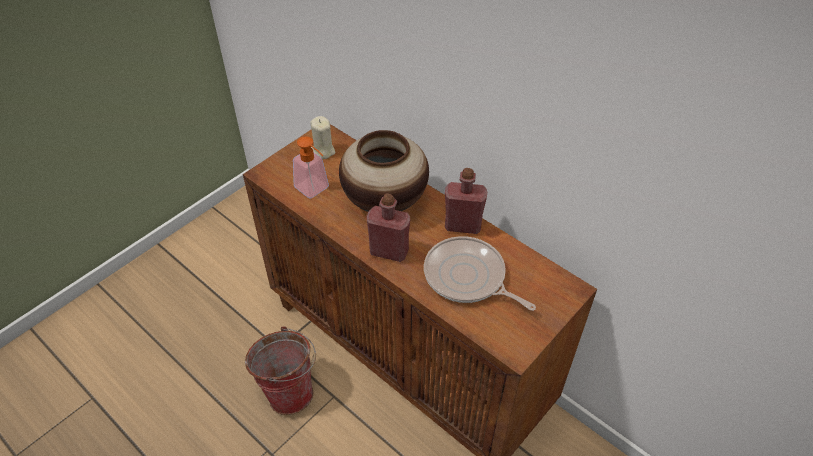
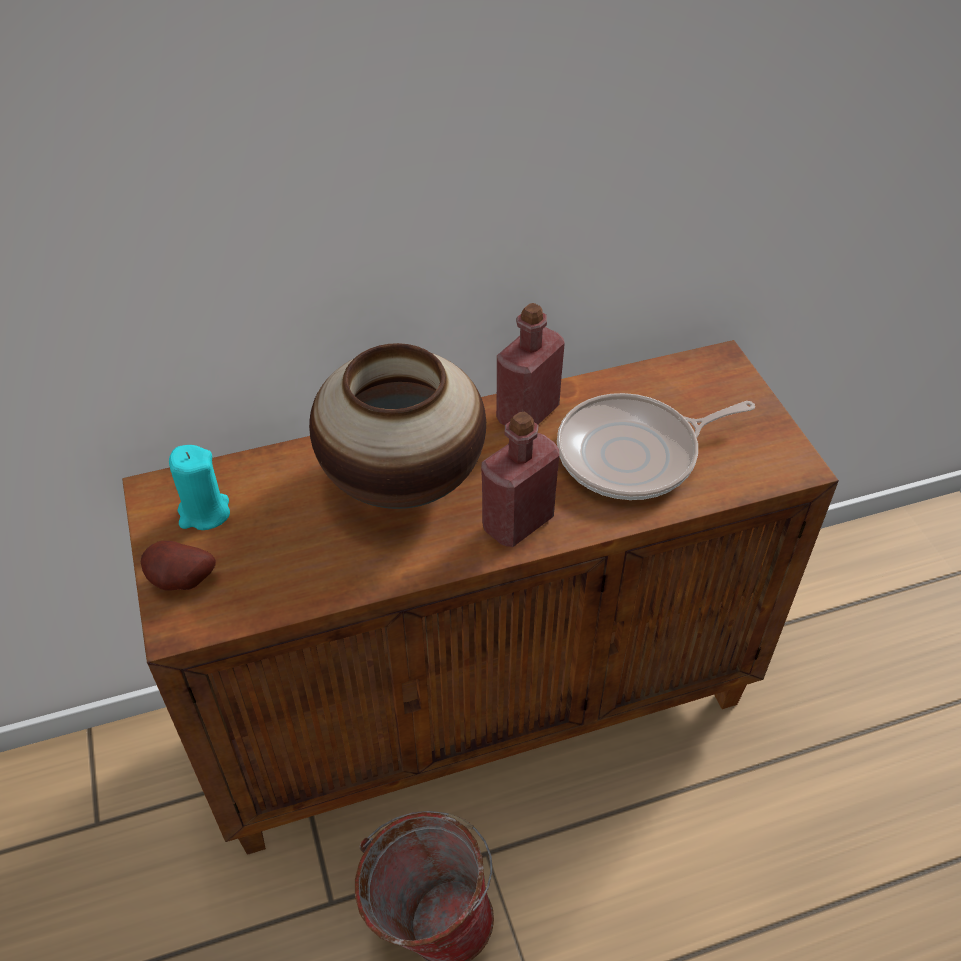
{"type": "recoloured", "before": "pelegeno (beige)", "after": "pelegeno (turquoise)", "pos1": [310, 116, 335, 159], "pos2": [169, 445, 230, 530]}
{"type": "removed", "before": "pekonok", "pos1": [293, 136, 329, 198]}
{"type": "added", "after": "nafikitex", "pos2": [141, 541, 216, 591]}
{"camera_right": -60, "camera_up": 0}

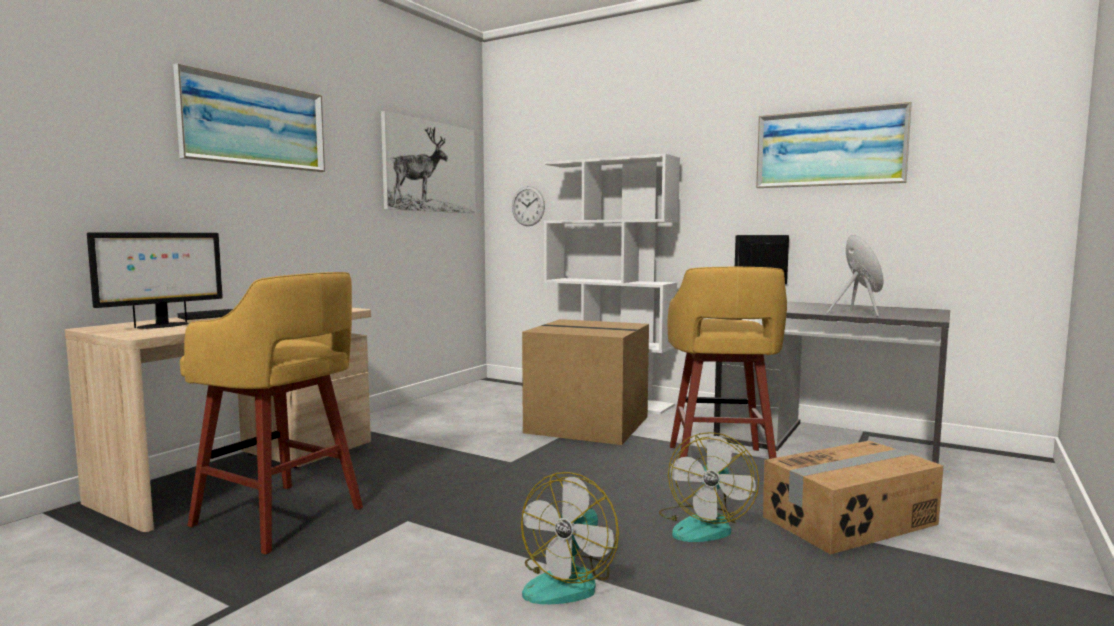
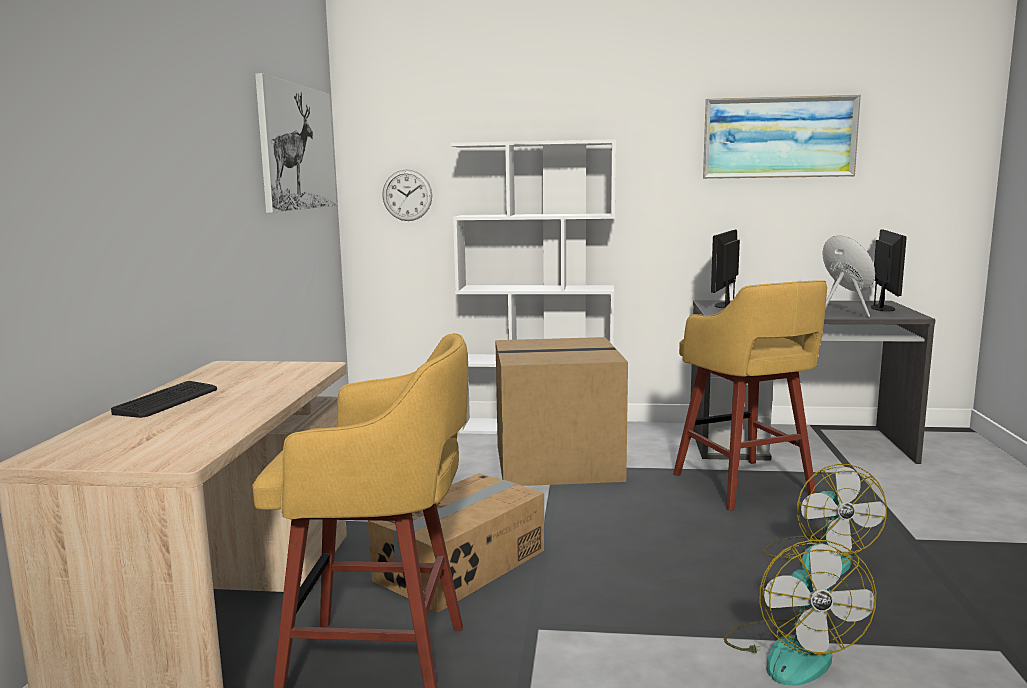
{"type": "removed", "before": "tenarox", "pos1": [173, 63, 325, 172]}
{"type": "moved", "before": "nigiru", "pos1": [87, 232, 223, 329], "pos2": [871, 229, 907, 311]}
{"type": "moved", "before": "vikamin", "pos1": [763, 441, 944, 555], "pos2": [368, 473, 544, 613]}
{"camera_right": -25, "camera_up": 5}

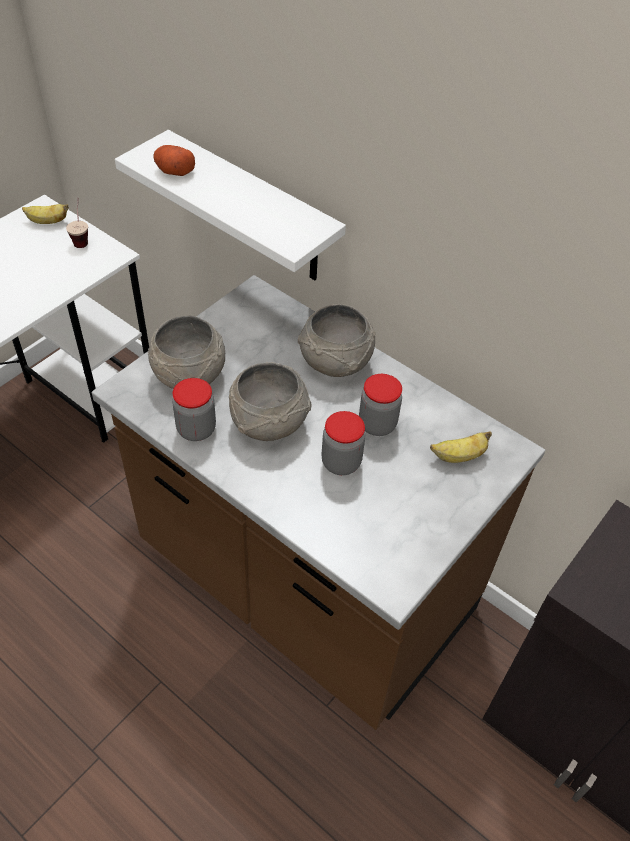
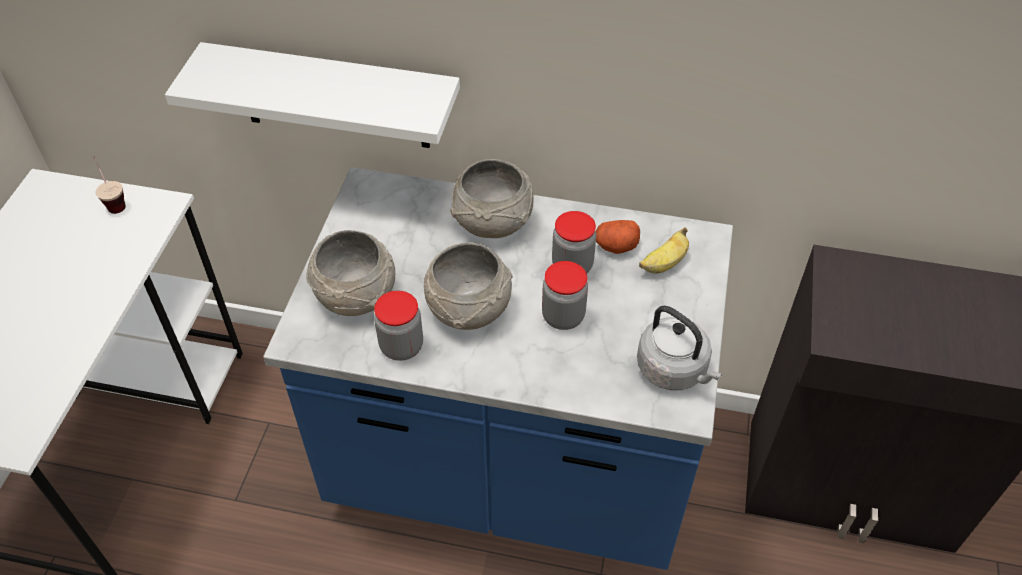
{"type": "moved", "before": "nafikitex", "pos1": [154, 145, 195, 176], "pos2": [596, 220, 640, 254]}
{"type": "removed", "before": "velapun", "pos1": [22, 204, 69, 224]}
{"type": "recoloured", "before": "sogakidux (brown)", "after": "sogakidux (blue)", "pos1": [92, 275, 545, 730], "pos2": [263, 167, 733, 570]}
{"type": "added", "after": "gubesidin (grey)", "pos2": [637, 306, 722, 390]}
{"camera_right": -25, "camera_up": 0}

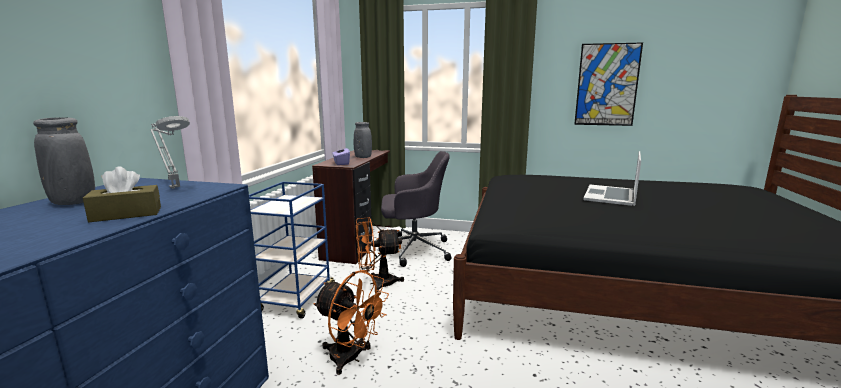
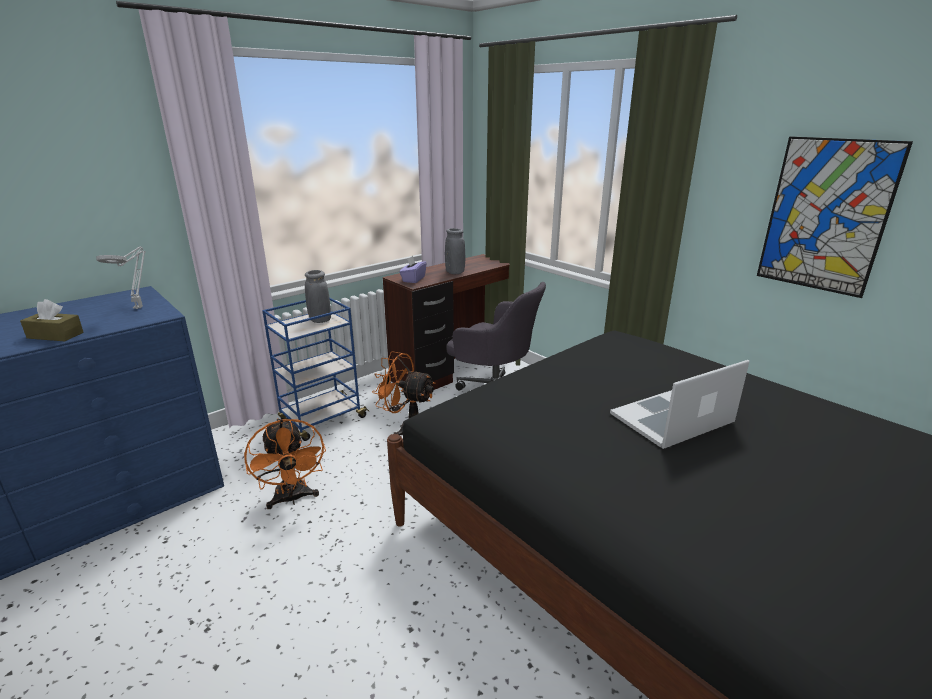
{"type": "moved", "before": "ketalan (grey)", "pos1": [33, 117, 95, 205], "pos2": [305, 270, 331, 323]}
{"camera_right": 35, "camera_up": 10}

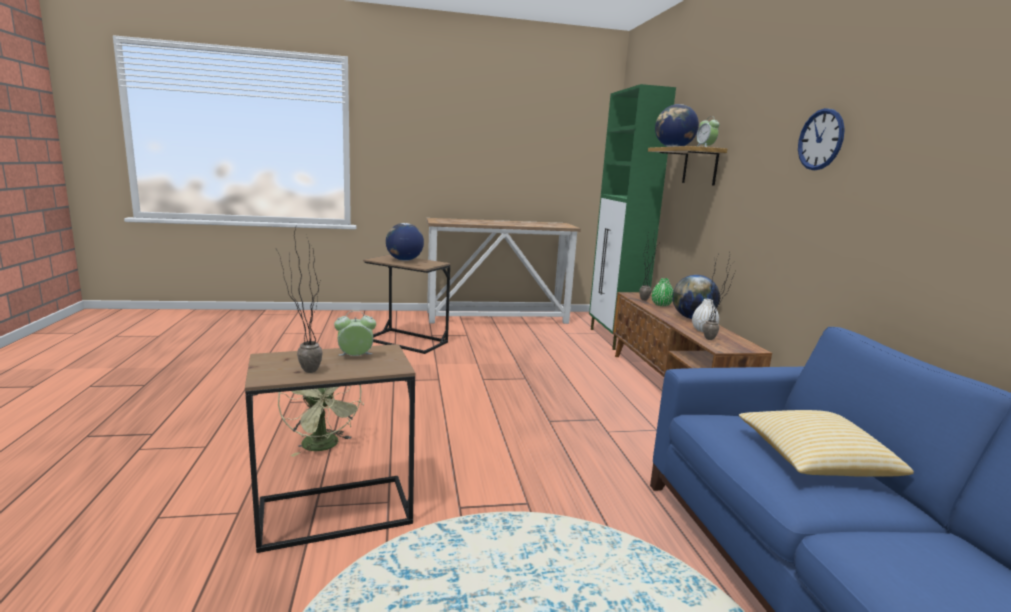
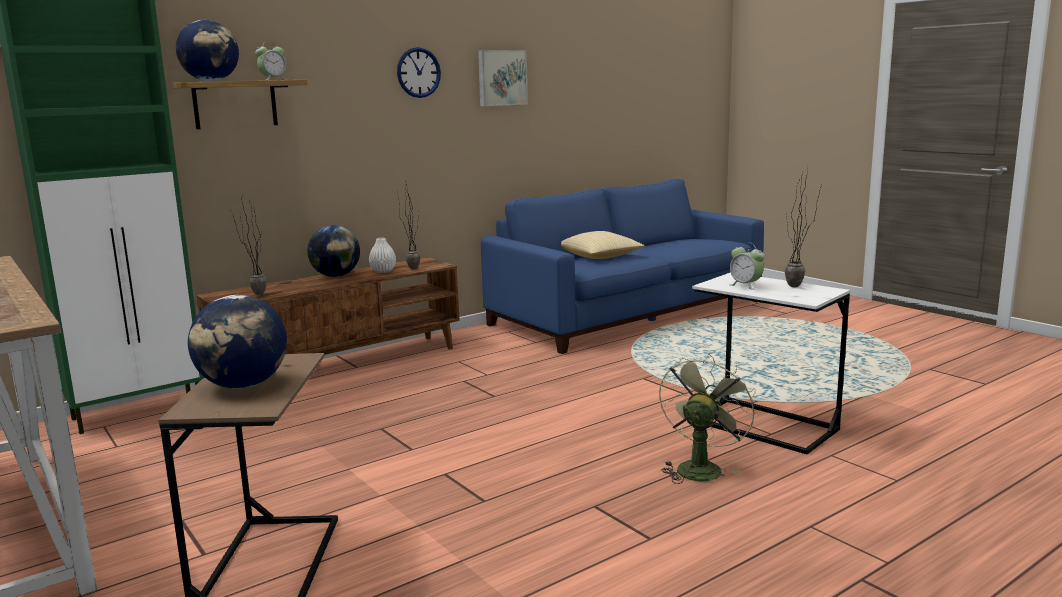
{"type": "removed", "before": "ketalan (green)", "pos1": [652, 278, 673, 307]}
{"type": "recoloured", "before": "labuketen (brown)", "after": "labuketen (white)", "pos1": [245, 344, 416, 553], "pos2": [692, 272, 850, 454]}
{"type": "added", "after": "tenarox", "pos2": [478, 50, 528, 106]}
{"camera_right": -115, "camera_up": 0}

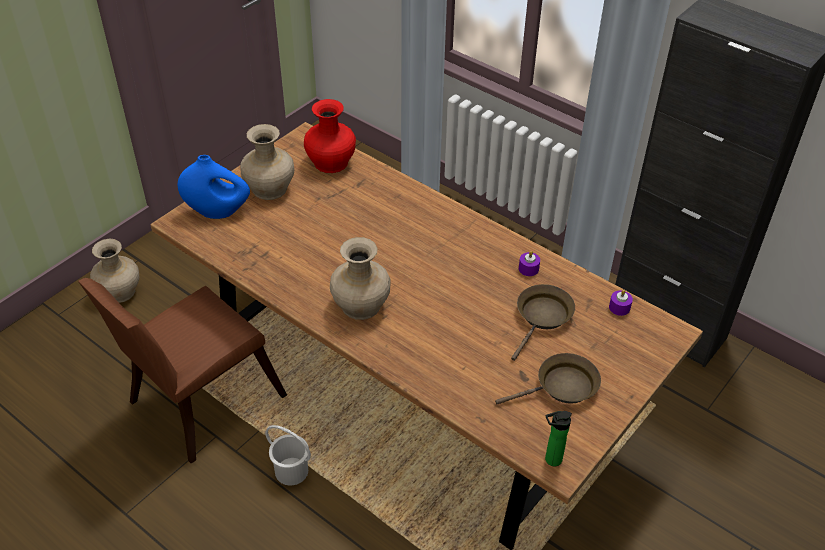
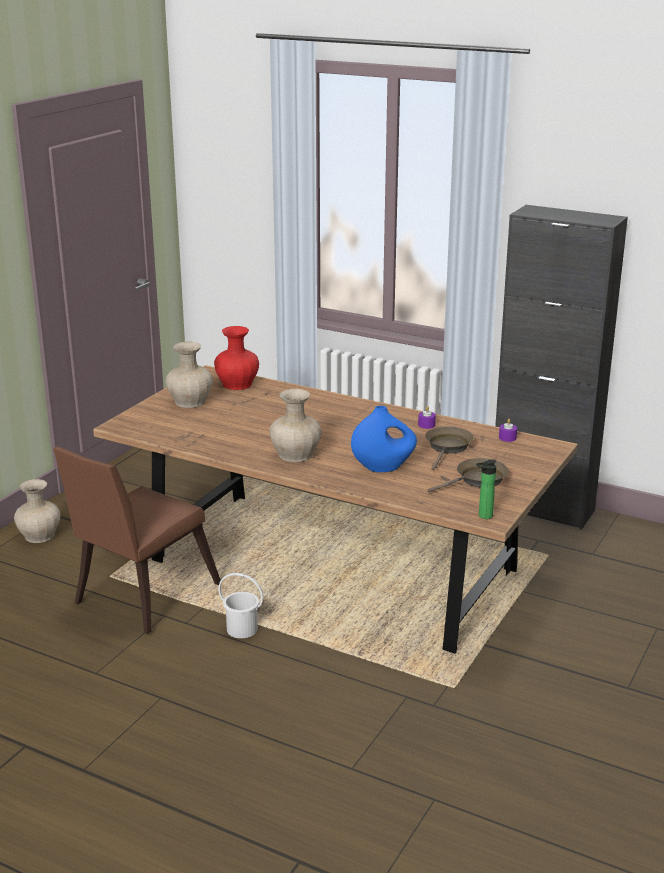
{"type": "moved", "before": "ketalan (blue)", "pos1": [178, 155, 250, 219], "pos2": [351, 406, 417, 472]}
{"camera_right": -10, "camera_up": -20}

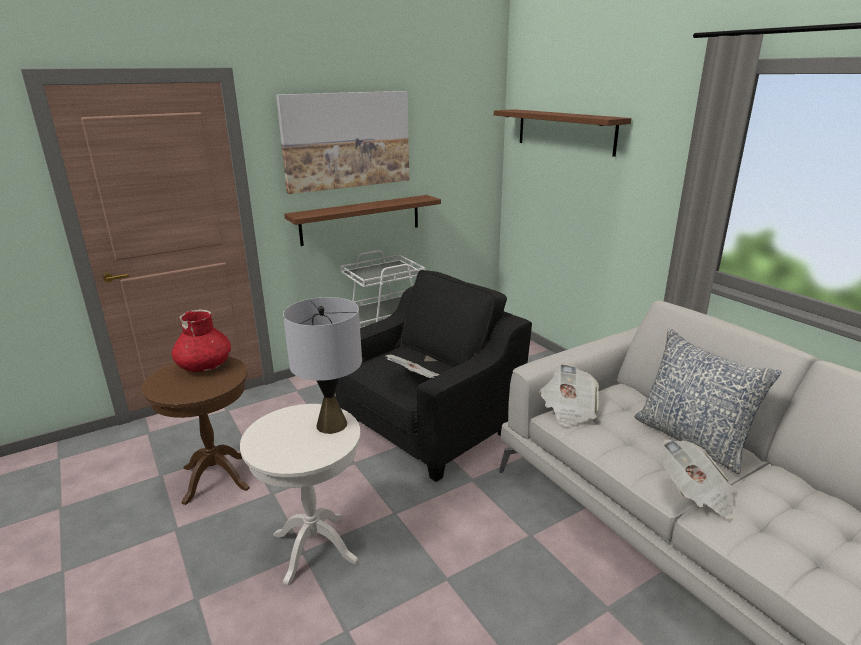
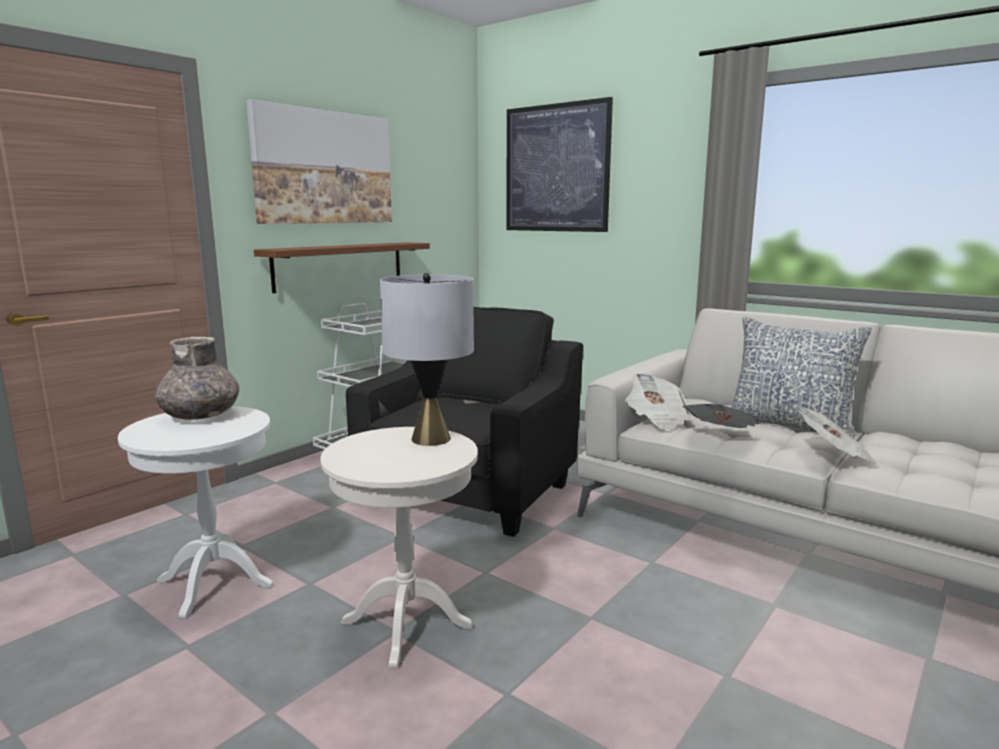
{"type": "replaced", "before": "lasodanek", "after": "tenarox", "pos1": [494, 109, 631, 157], "pos2": [506, 97, 613, 232]}
{"type": "recoloured", "before": "ketalan (red)", "after": "ketalan (grey)", "pos1": [172, 310, 231, 372], "pos2": [155, 337, 240, 420]}
{"type": "moved", "before": "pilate", "pos1": [386, 355, 440, 378], "pos2": [682, 404, 759, 428]}
{"type": "recoloured", "before": "labuketen (brown)", "after": "labuketen (white)", "pos1": [142, 356, 250, 505], "pos2": [118, 406, 273, 618]}
{"camera_right": -20, "camera_up": -10}

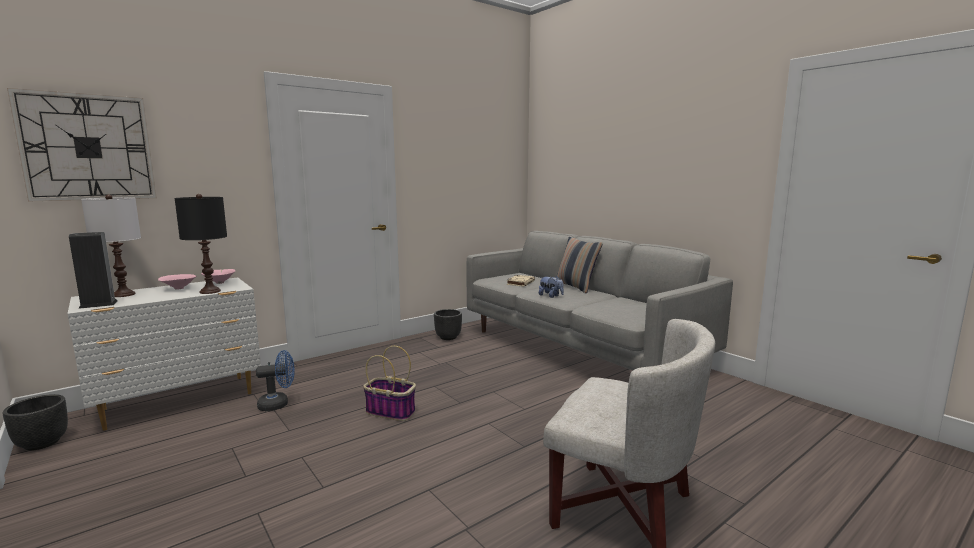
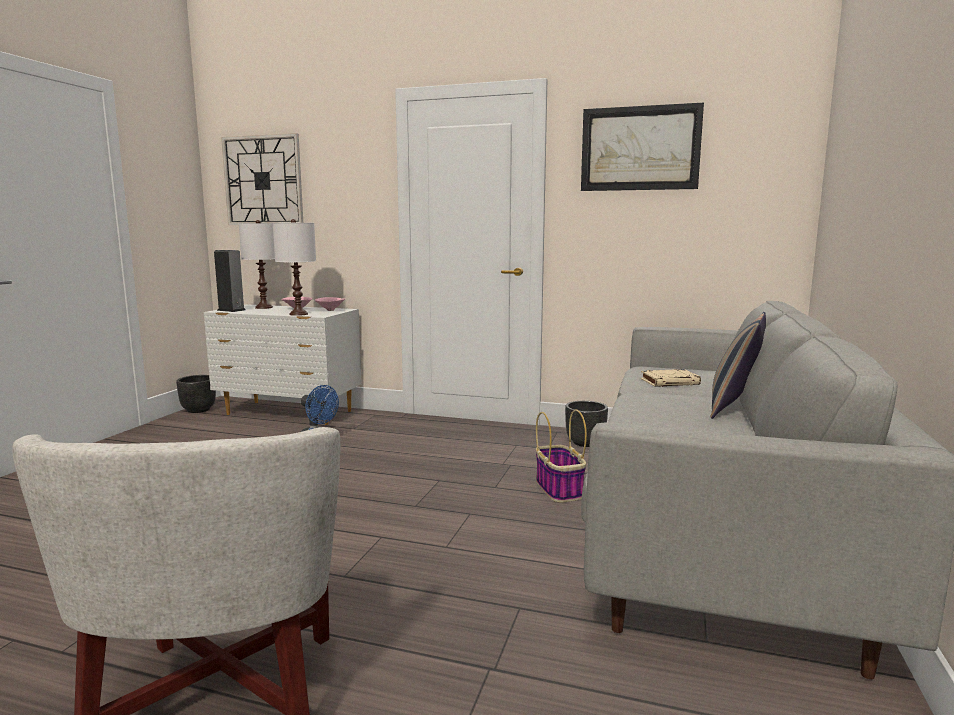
{"type": "recoloured", "before": "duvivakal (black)", "after": "duvivakal (white)", "pos1": [174, 194, 227, 294], "pos2": [273, 219, 316, 316]}
{"type": "removed", "before": "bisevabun", "pos1": [539, 276, 564, 298]}
{"type": "moved", "before": "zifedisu", "pos1": [363, 346, 416, 421], "pos2": [536, 409, 587, 503]}
{"type": "added", "after": "tenarox", "pos2": [581, 103, 704, 191]}
{"camera_right": 55, "camera_up": 0}

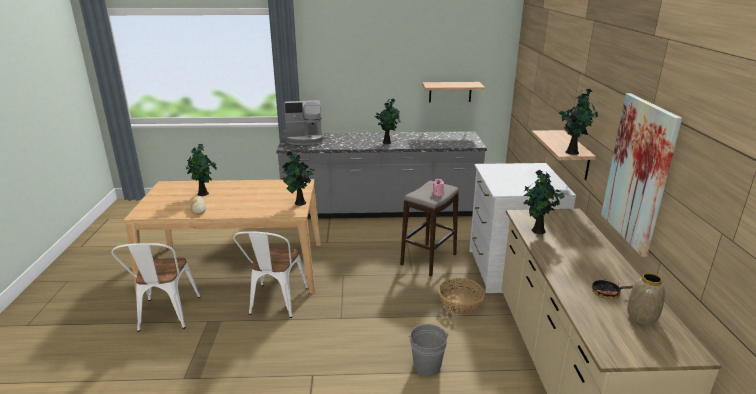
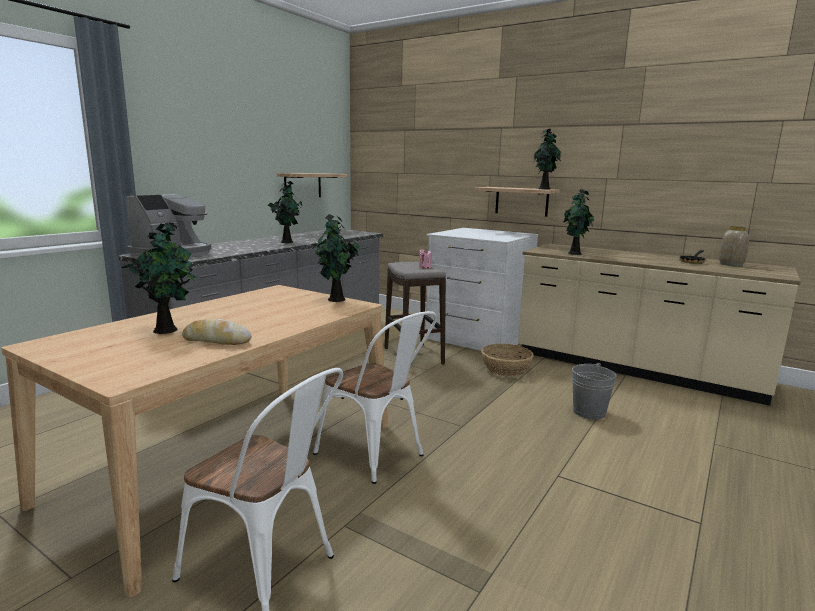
{"type": "removed", "before": "tenarox", "pos1": [601, 93, 682, 257]}
{"camera_right": -55, "camera_up": -10}

